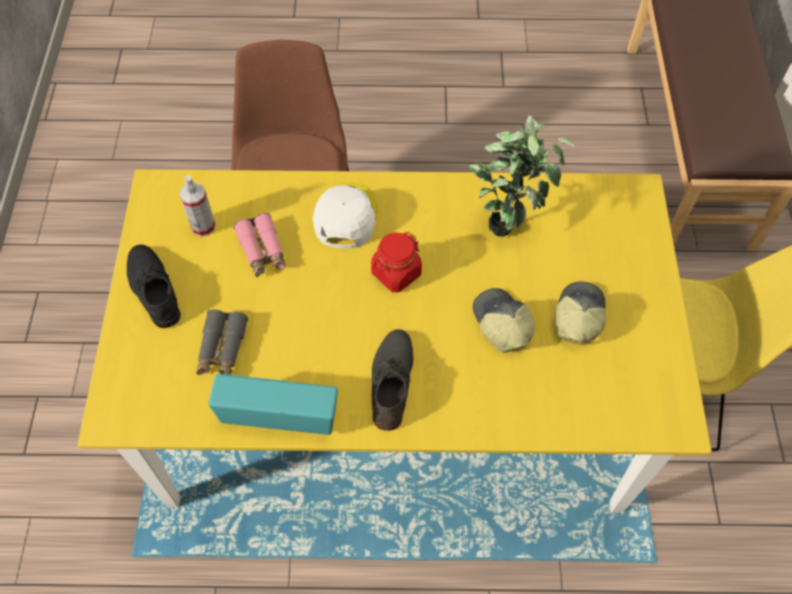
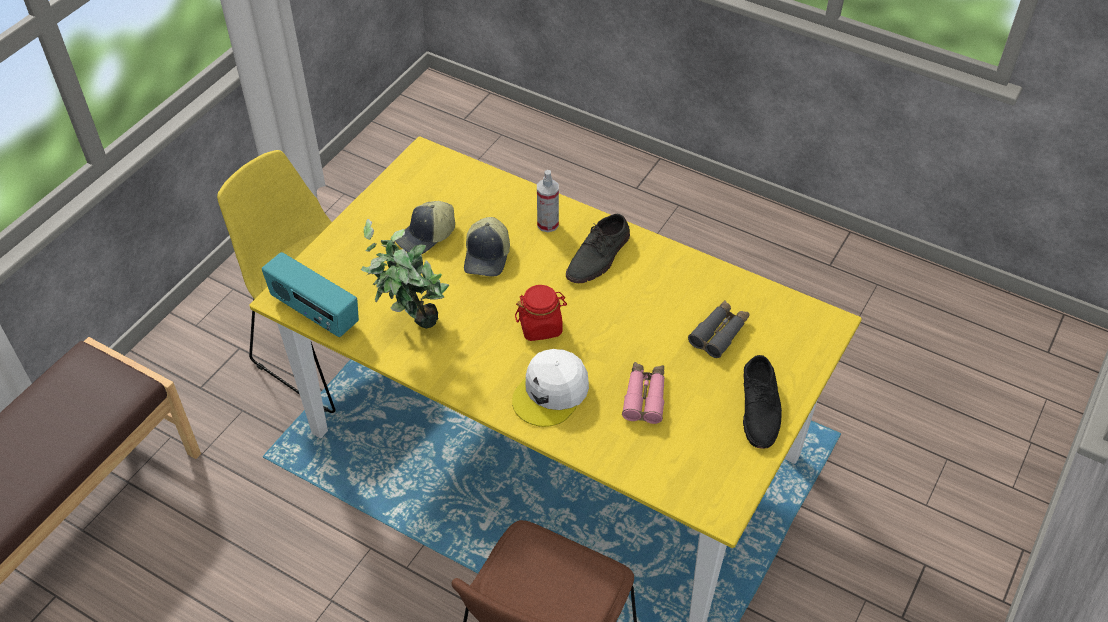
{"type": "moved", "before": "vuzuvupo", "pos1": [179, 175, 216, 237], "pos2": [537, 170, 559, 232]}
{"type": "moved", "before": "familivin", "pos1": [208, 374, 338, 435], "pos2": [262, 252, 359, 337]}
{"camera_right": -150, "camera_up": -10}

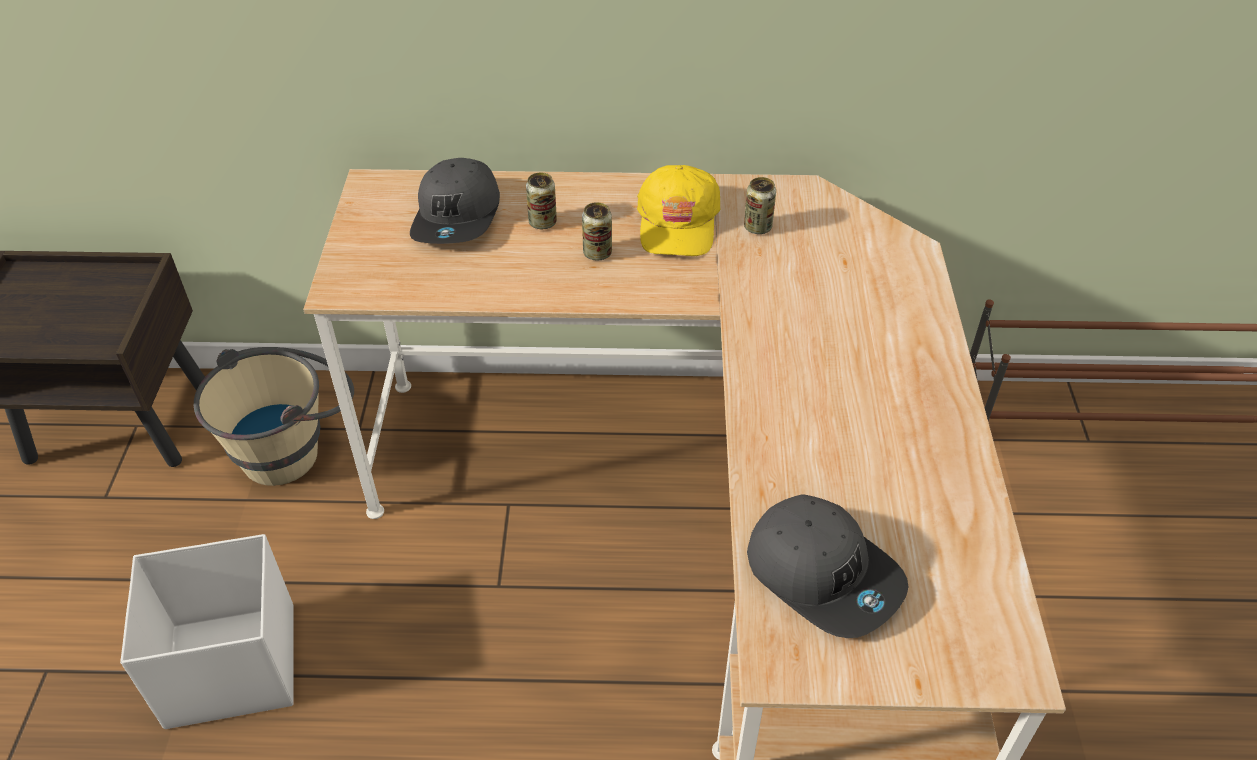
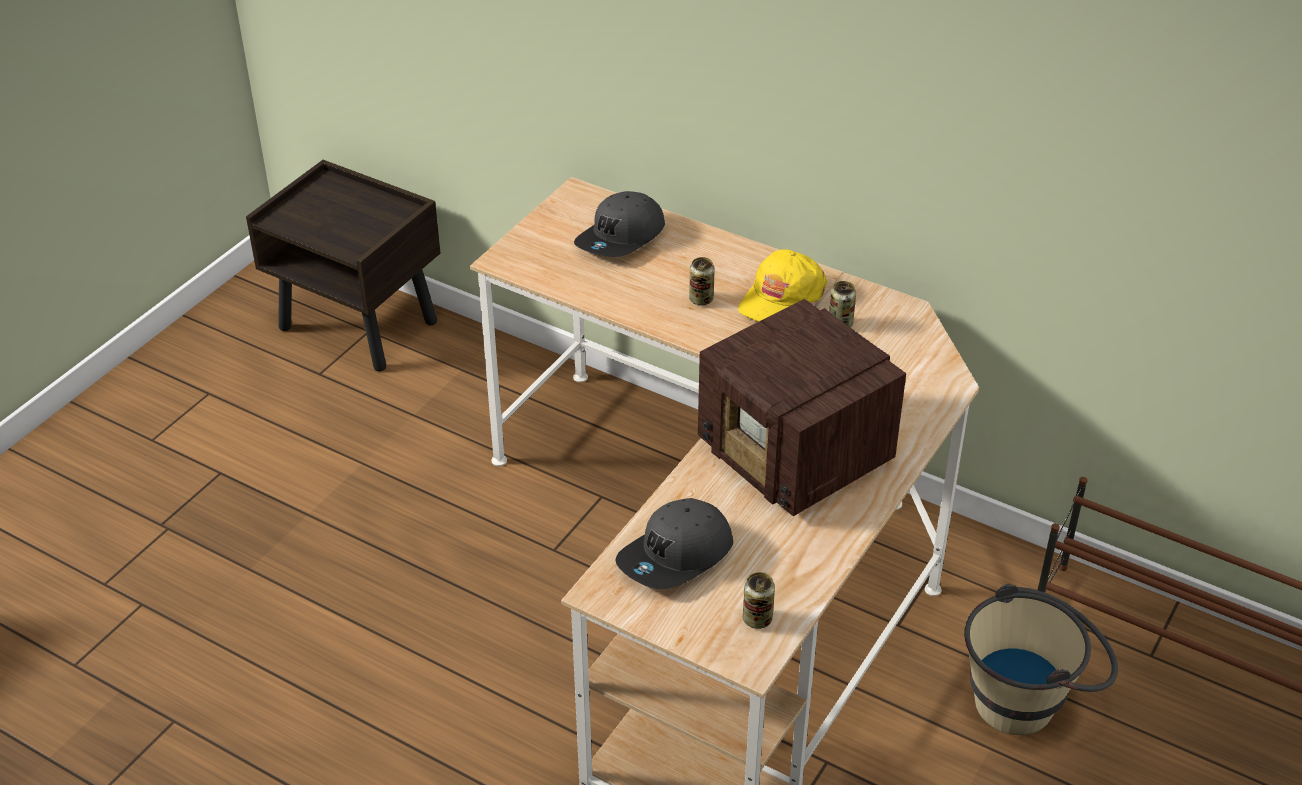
{"type": "moved", "before": "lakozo", "pos1": [526, 173, 557, 229], "pos2": [743, 572, 775, 629]}
{"type": "moved", "before": "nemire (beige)", "pos1": [194, 347, 354, 486], "pos2": [964, 584, 1118, 735]}
{"type": "turned", "before": "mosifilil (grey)", "pos1": [747, 494, 908, 638], "pos2": [615, 498, 733, 589], "turn": 60}
{"type": "removed", "before": "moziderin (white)", "pos1": [120, 534, 294, 729]}
{"type": "added", "after": "familivin", "pos2": [698, 299, 906, 516]}
{"camera_right": 30, "camera_up": -5}

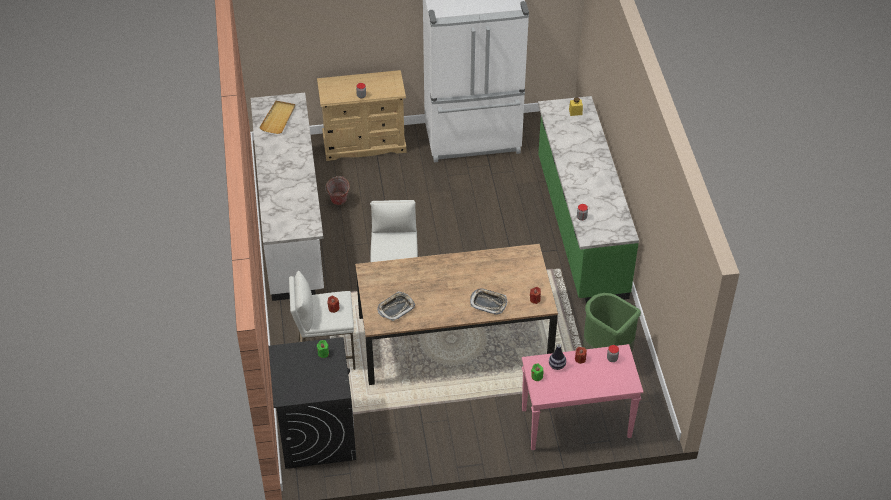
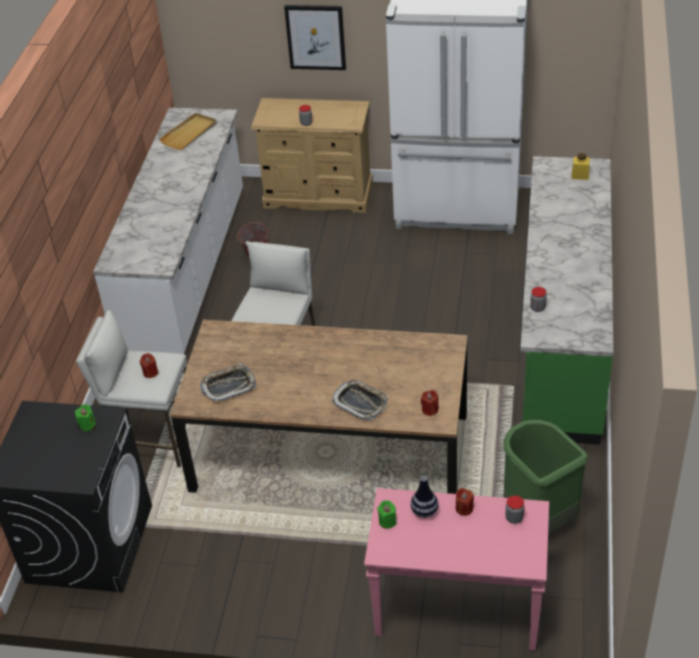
{"type": "added", "after": "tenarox", "pos2": [284, 5, 346, 70]}
{"camera_right": 20, "camera_up": -5}

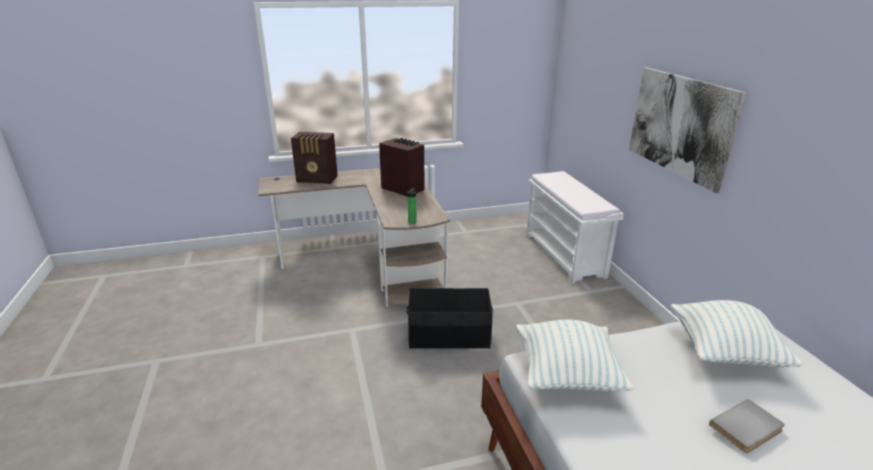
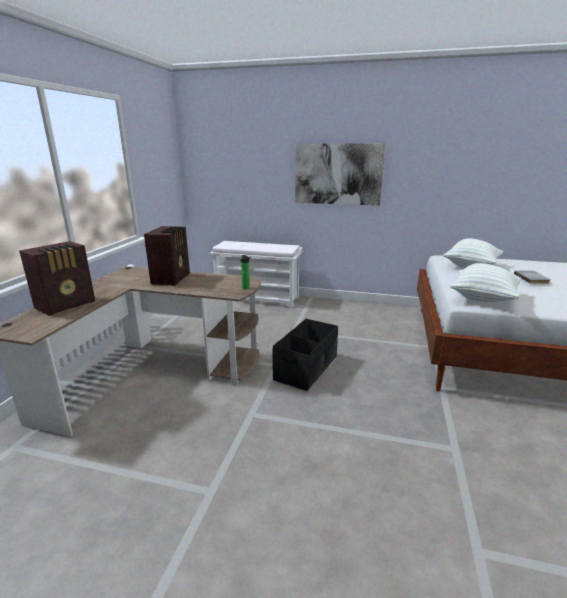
{"type": "turned", "before": "familivin", "pos1": [379, 138, 424, 197], "pos2": [144, 226, 190, 286], "turn": 120}
{"camera_right": -60, "camera_up": -5}

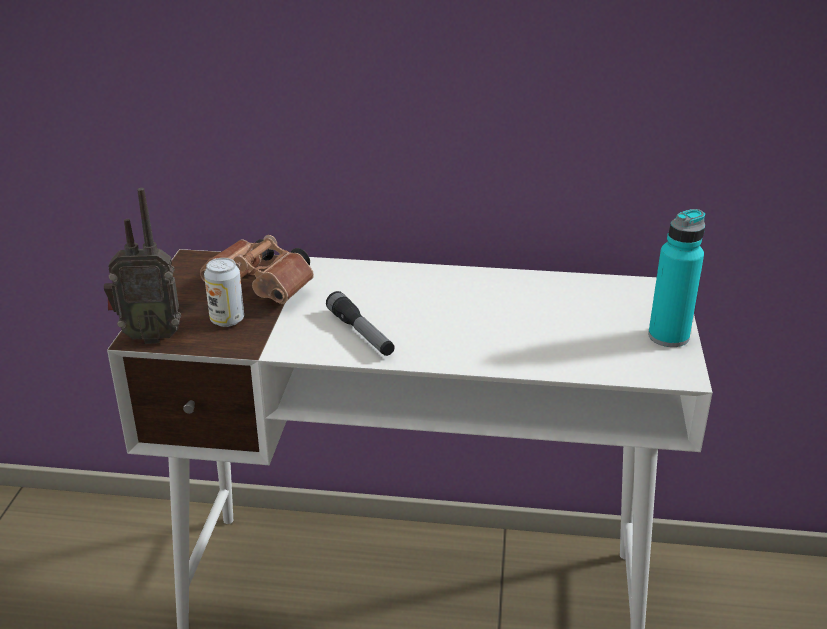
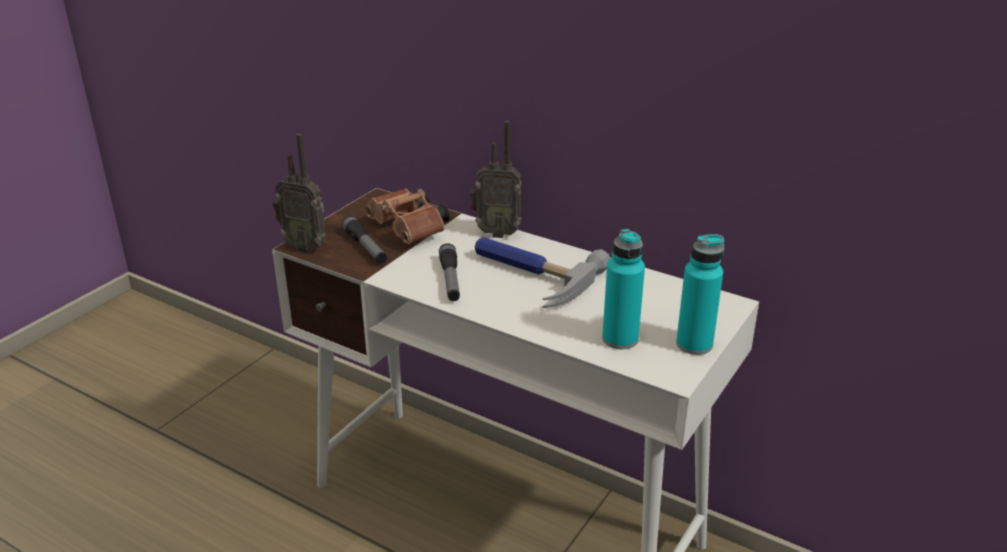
{"type": "replaced", "before": "lakozo", "after": "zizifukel", "pos1": [204, 258, 244, 327], "pos2": [342, 216, 387, 263]}
{"type": "added", "after": "familivin", "pos2": [470, 121, 522, 238]}
{"type": "added", "after": "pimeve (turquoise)", "pos2": [602, 229, 645, 349]}
{"type": "added", "after": "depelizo", "pos2": [475, 237, 610, 308]}
{"camera_right": 25, "camera_up": 0}

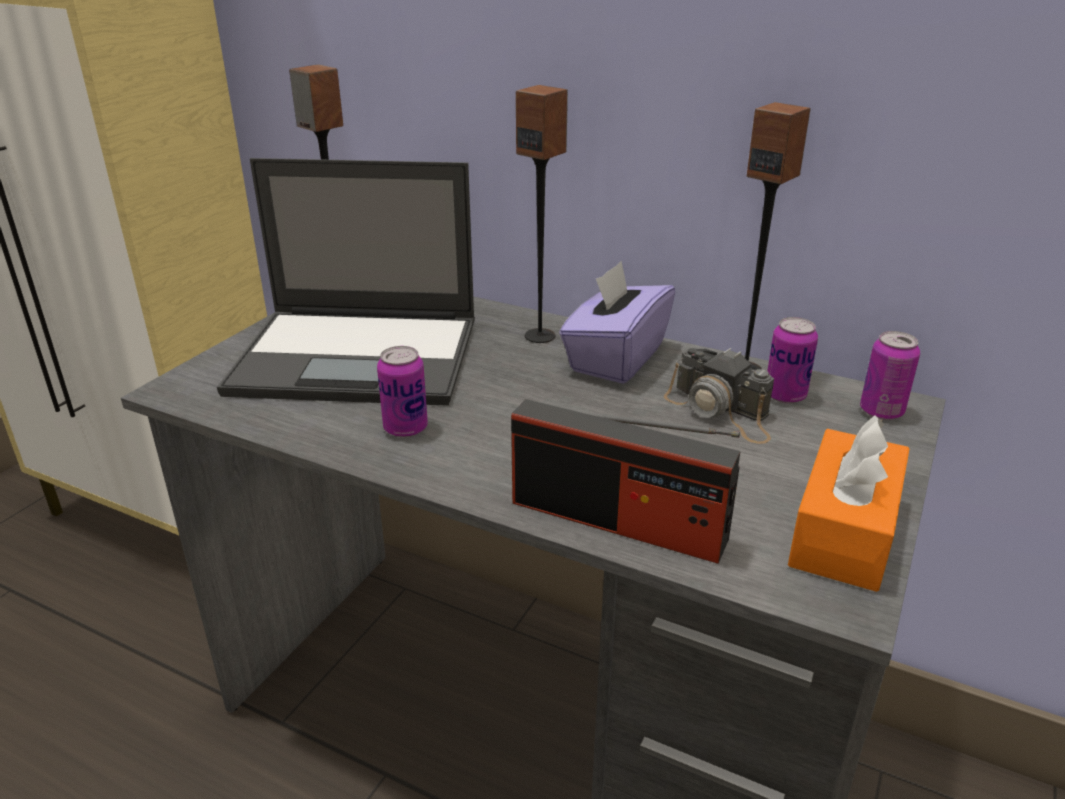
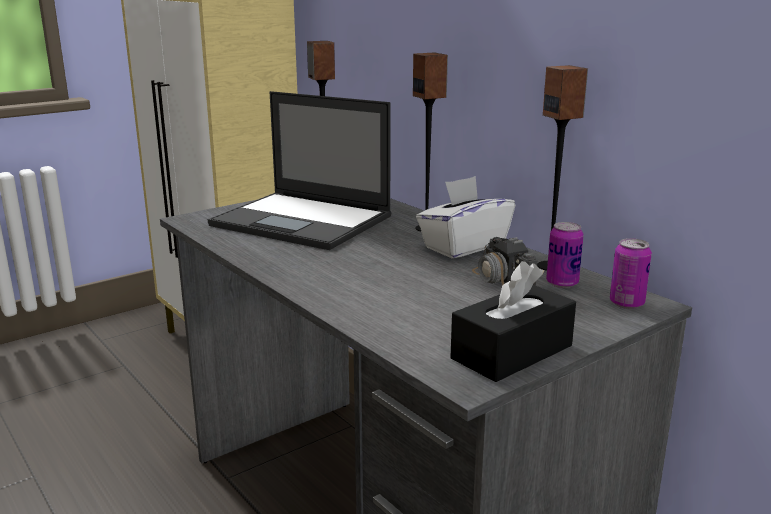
{"type": "recoloured", "before": "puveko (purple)", "after": "puveko (white)", "pos1": [559, 261, 675, 384], "pos2": [416, 176, 515, 258]}
{"type": "removed", "before": "lakozo", "pos1": [377, 346, 428, 438]}
{"type": "removed", "before": "familivin", "pos1": [511, 399, 741, 564]}
{"type": "recoloured", "before": "puveko (orange)", "after": "puveko (black)", "pos1": [788, 415, 910, 592], "pos2": [450, 261, 576, 382]}
{"camera_right": 25, "camera_up": -10}

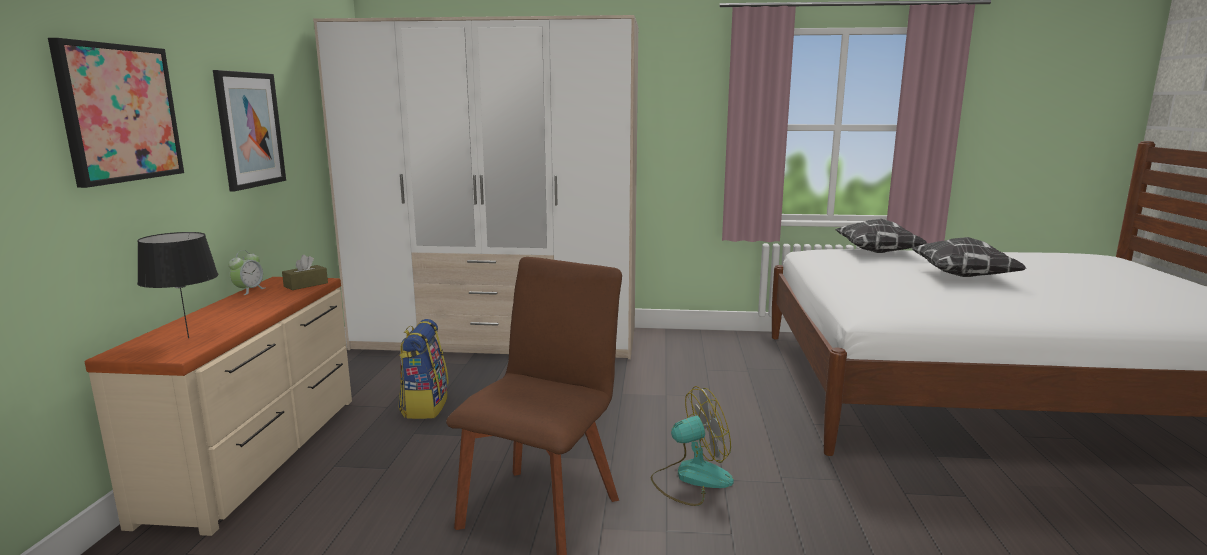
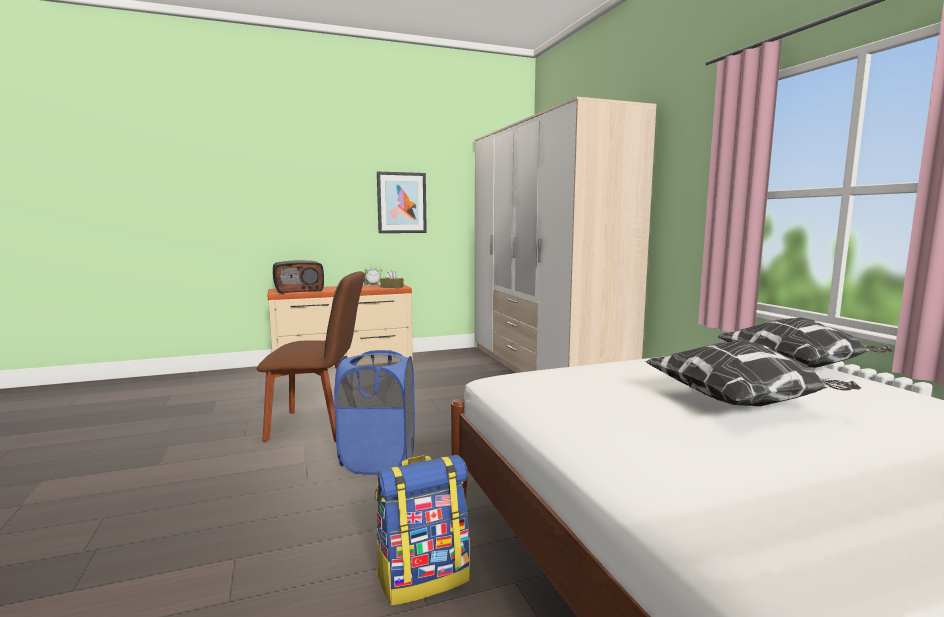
{"type": "removed", "before": "tenarox", "pos1": [48, 38, 184, 188]}
{"type": "replaced", "before": "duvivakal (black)", "after": "familivin", "pos1": [137, 232, 219, 338], "pos2": [273, 260, 324, 294]}
{"type": "moved", "before": "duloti", "pos1": [399, 319, 449, 419], "pos2": [376, 455, 470, 605]}
{"type": "replaced", "before": "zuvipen", "after": "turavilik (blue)", "pos1": [650, 386, 734, 506], "pos2": [334, 350, 415, 475]}
{"camera_right": 65, "camera_up": -5}

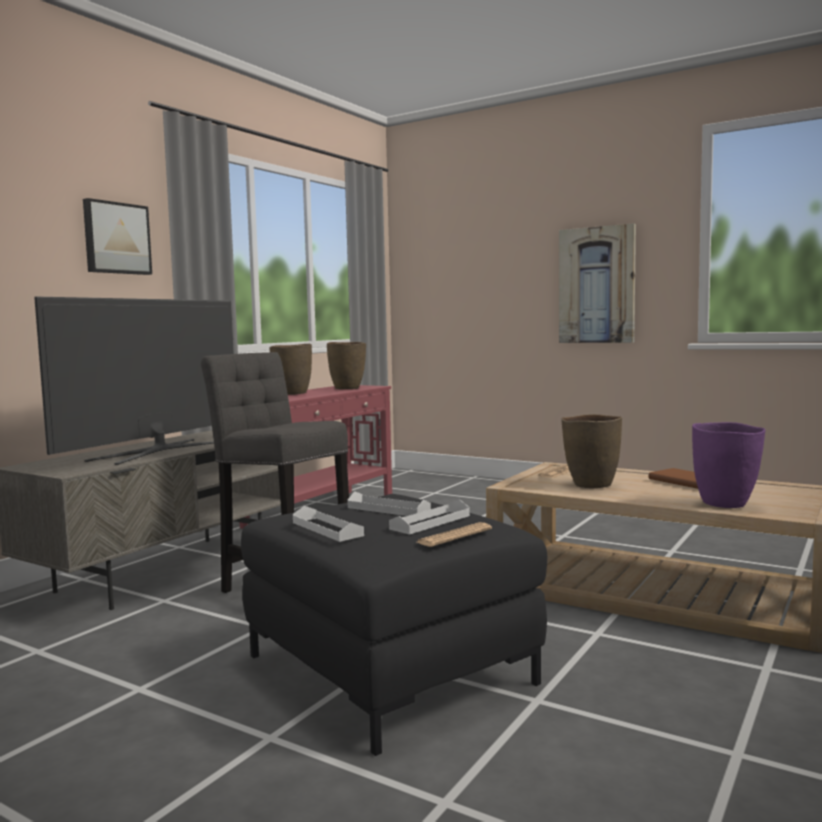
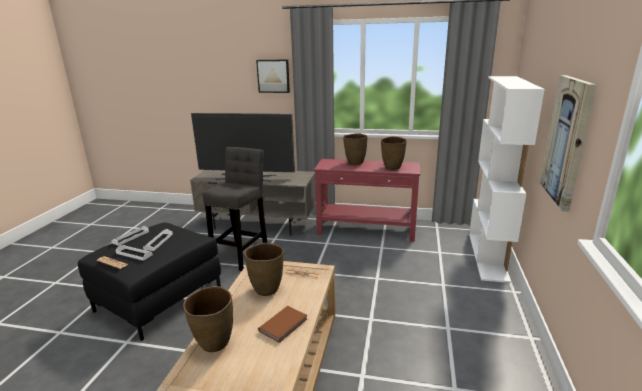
{"type": "recoloured", "before": "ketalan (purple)", "after": "ketalan (brown)", "pos1": [692, 422, 765, 508], "pos2": [183, 286, 233, 352]}
{"type": "added", "after": "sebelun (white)", "pos2": [469, 76, 545, 283]}
{"camera_right": 70, "camera_up": 15}

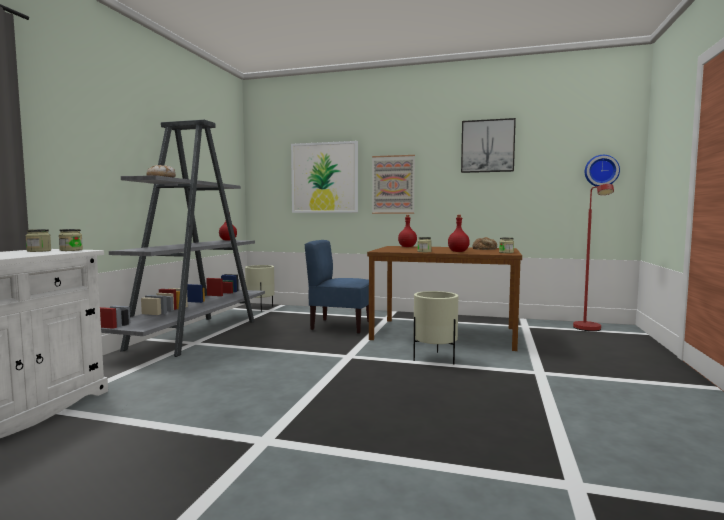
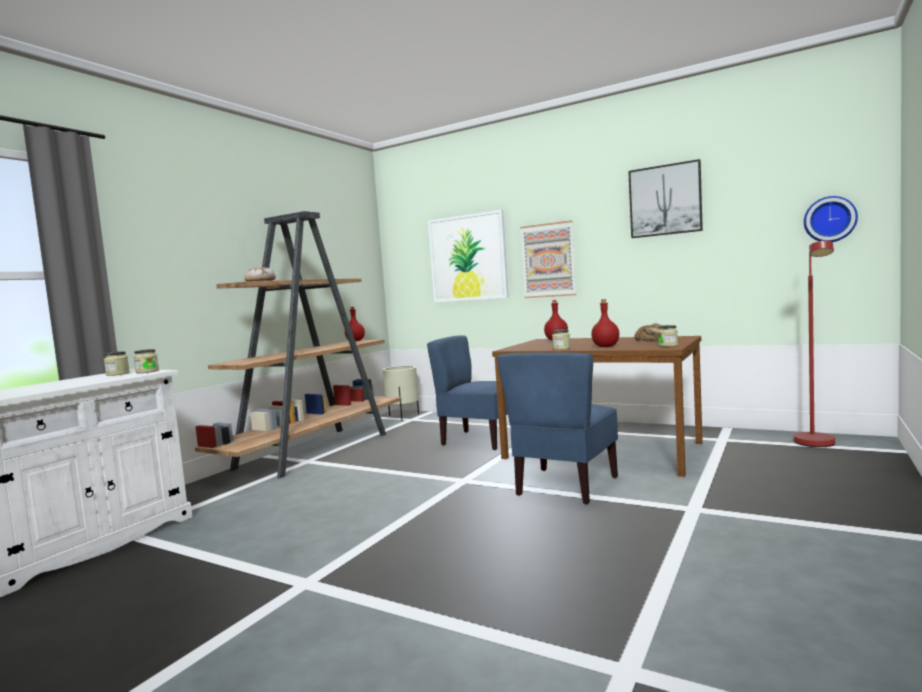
{"type": "recoloured", "before": "sebelun (grey)", "after": "sebelun (brown)", "pos1": [100, 120, 265, 357], "pos2": [195, 211, 402, 478]}
{"type": "replaced", "before": "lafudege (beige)", "after": "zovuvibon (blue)", "pos1": [413, 291, 458, 364], "pos2": [497, 352, 618, 504]}
{"camera_right": 15, "camera_up": 0}

